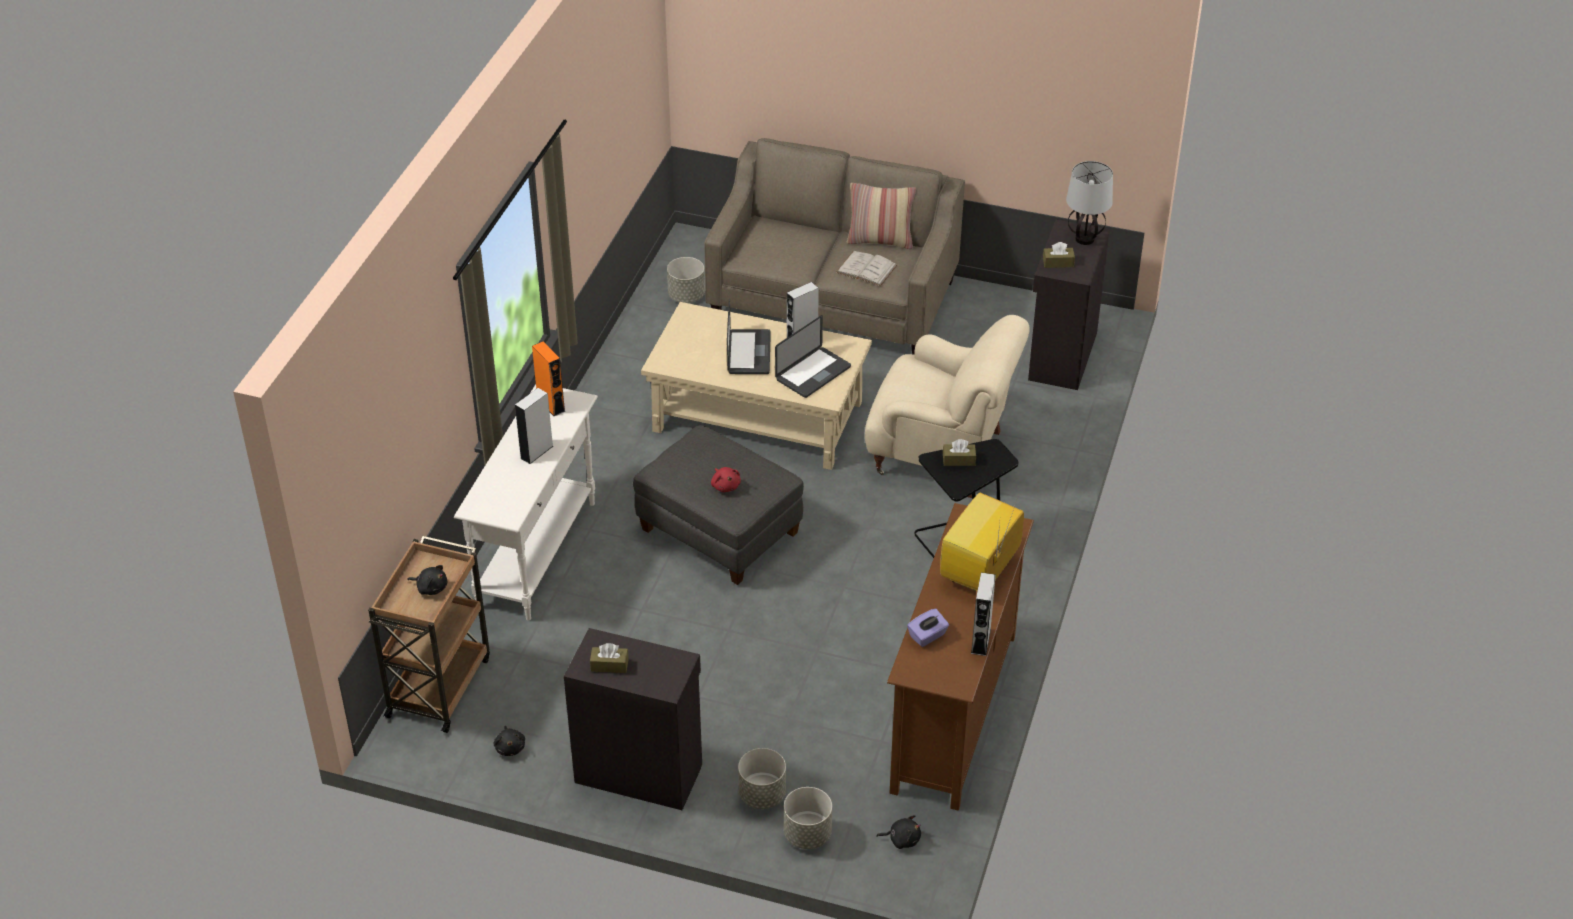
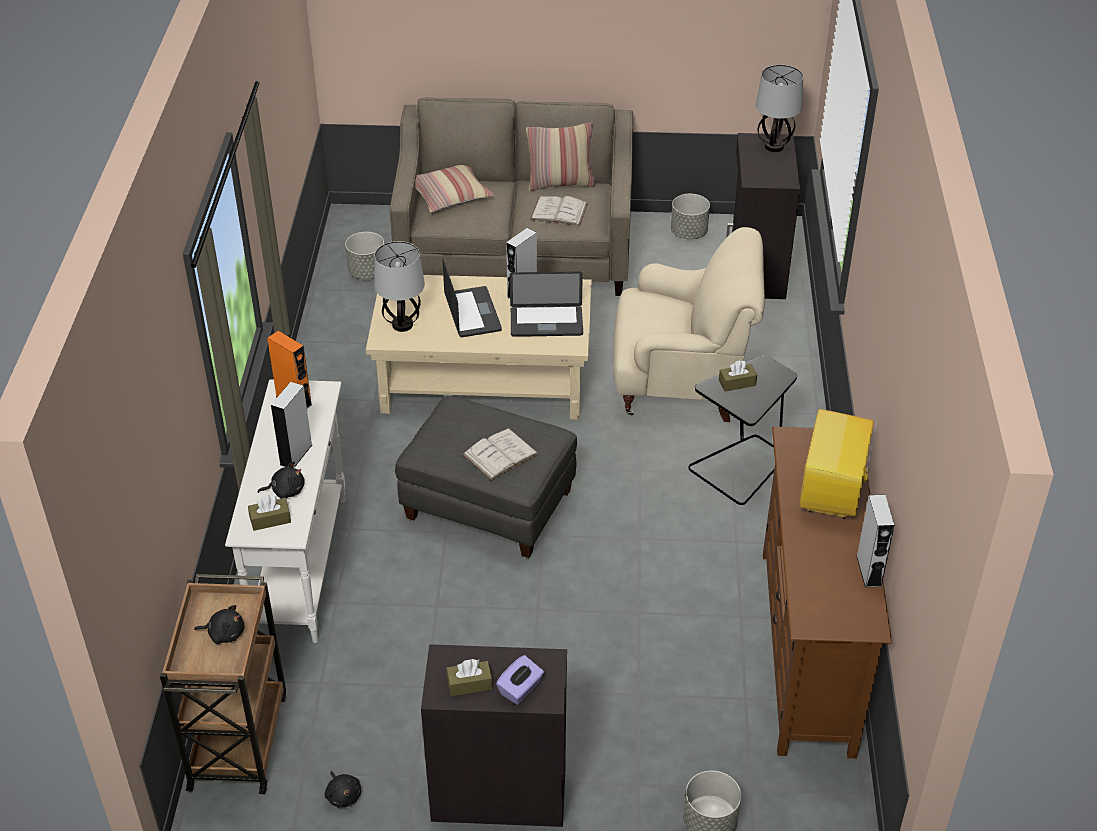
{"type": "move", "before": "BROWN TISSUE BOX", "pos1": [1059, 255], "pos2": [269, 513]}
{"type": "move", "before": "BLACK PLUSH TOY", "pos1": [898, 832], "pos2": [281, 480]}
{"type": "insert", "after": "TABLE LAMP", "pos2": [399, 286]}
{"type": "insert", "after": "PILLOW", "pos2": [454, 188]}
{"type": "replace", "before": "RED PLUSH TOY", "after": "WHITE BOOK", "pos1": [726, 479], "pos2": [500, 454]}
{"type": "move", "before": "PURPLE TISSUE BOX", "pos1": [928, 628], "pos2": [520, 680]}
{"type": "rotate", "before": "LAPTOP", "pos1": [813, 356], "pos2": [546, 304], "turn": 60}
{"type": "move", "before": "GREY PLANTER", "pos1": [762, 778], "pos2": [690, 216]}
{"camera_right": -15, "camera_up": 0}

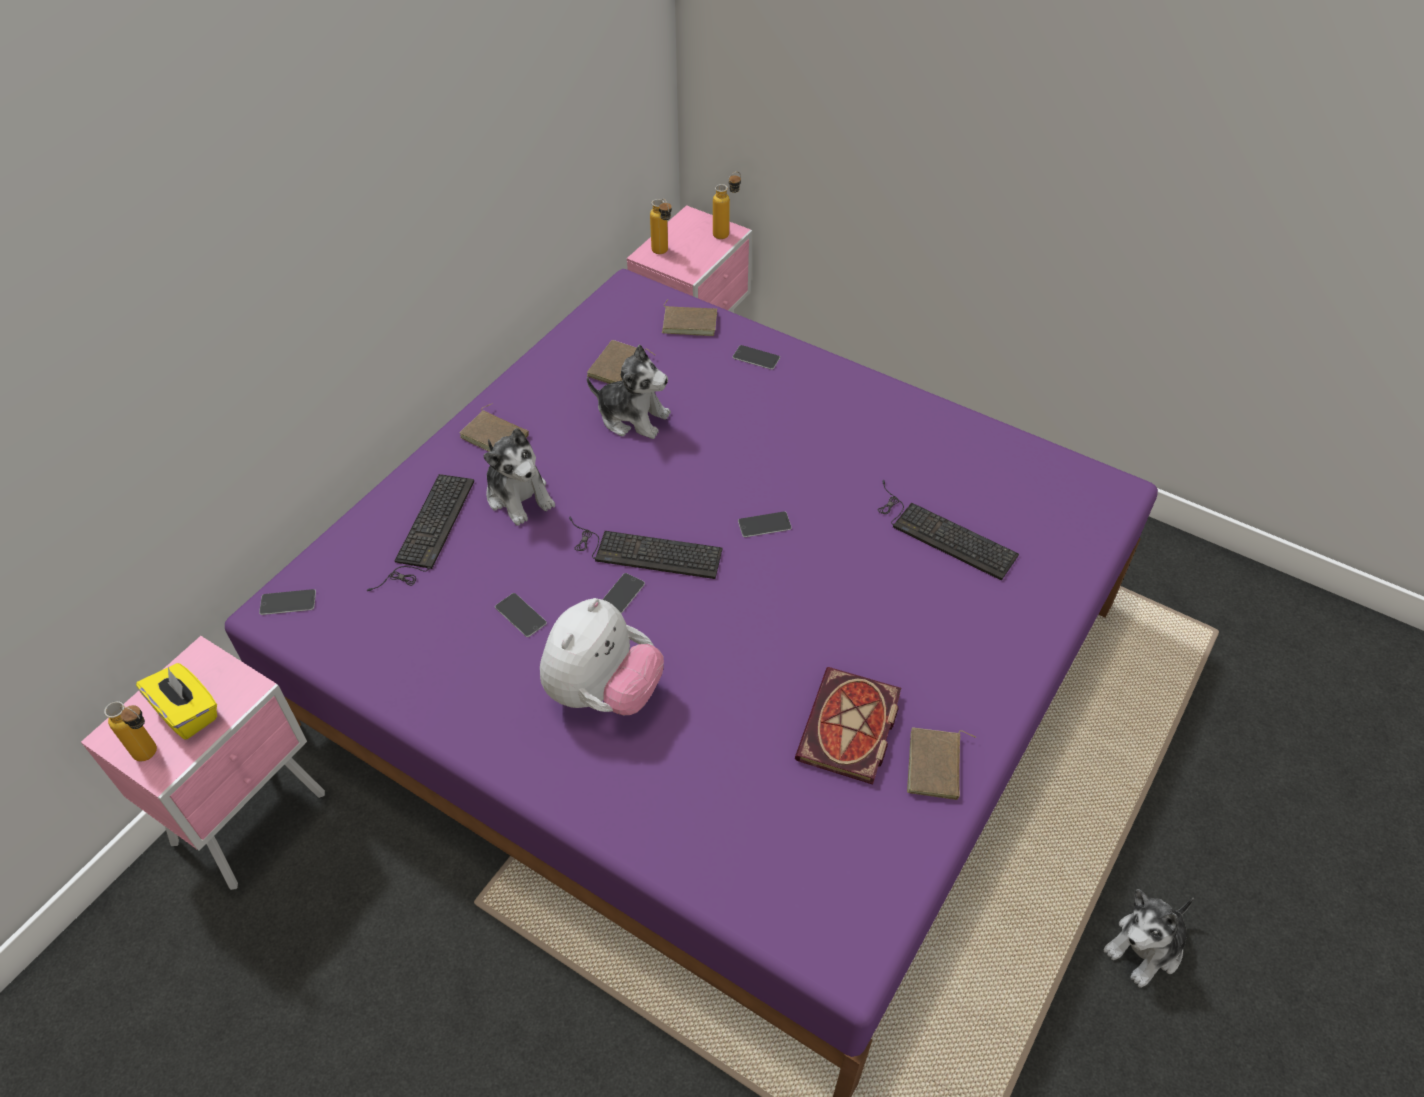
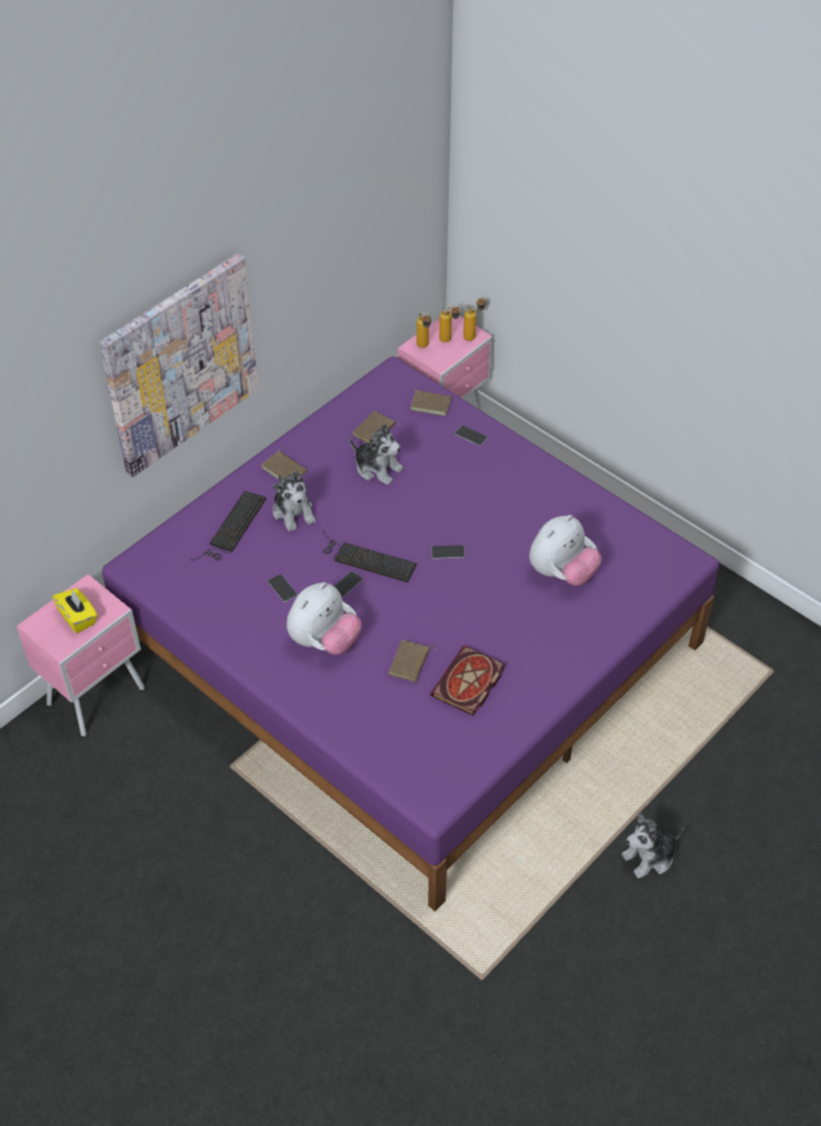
{"type": "insert", "after": "PICTURE", "pos2": [179, 365]}
{"type": "move", "before": "BROWN BOOK", "pos1": [941, 764], "pos2": [412, 661]}
{"type": "move", "before": "BOTTLE", "pos1": [130, 731], "pos2": [449, 323]}
{"type": "replace", "before": "KEYBOARD", "after": "PLUSH TOY", "pos1": [948, 530], "pos2": [565, 550]}
{"type": "delete", "before": "PHONE", "pos1": [287, 602]}
{"camera_right": 10, "camera_up": 0}

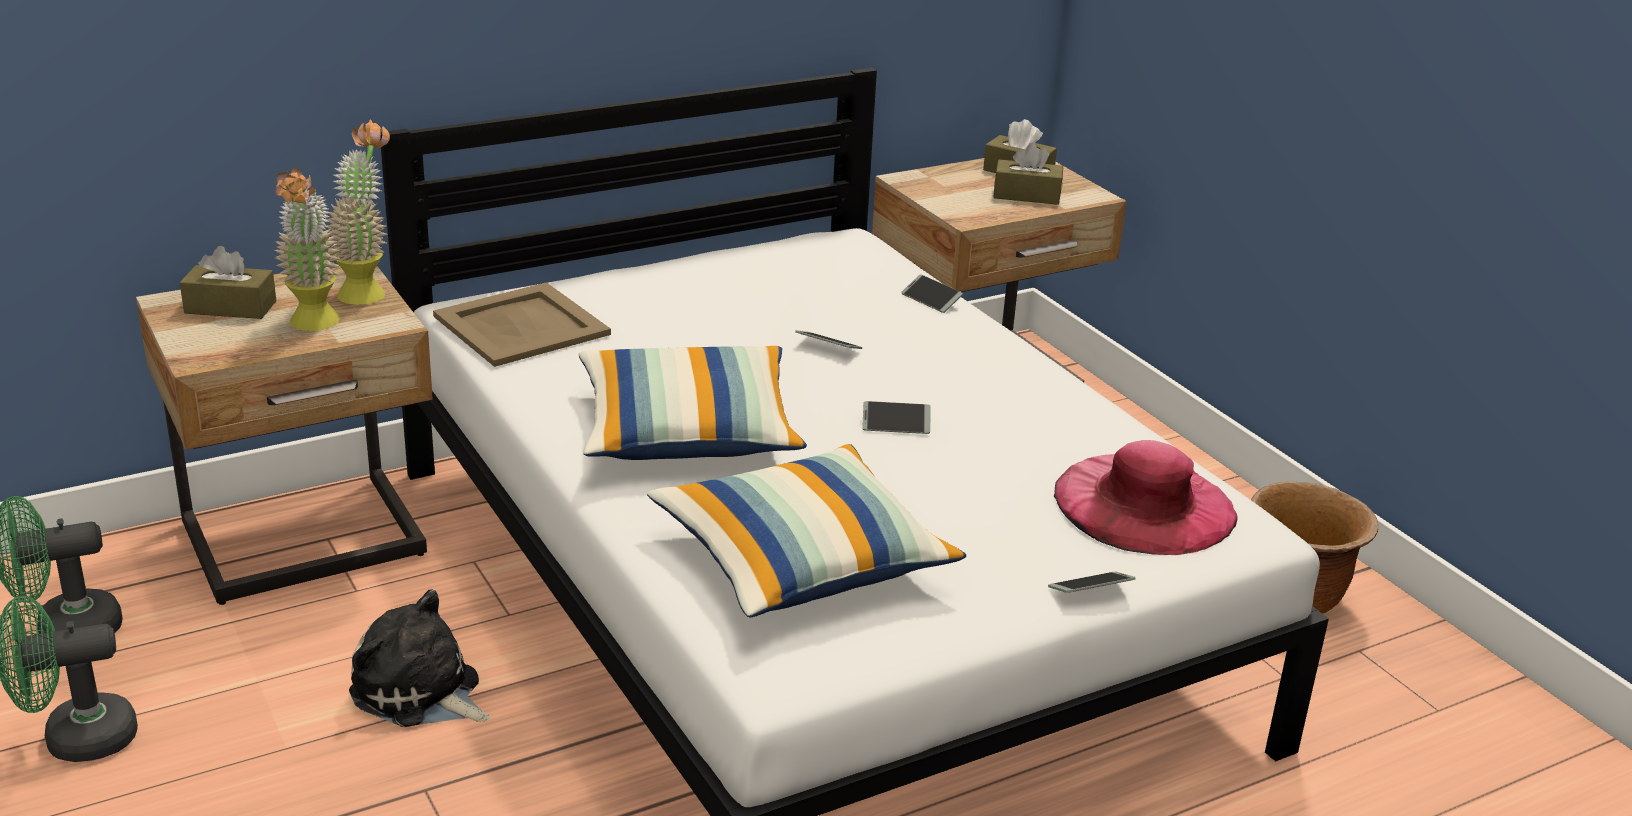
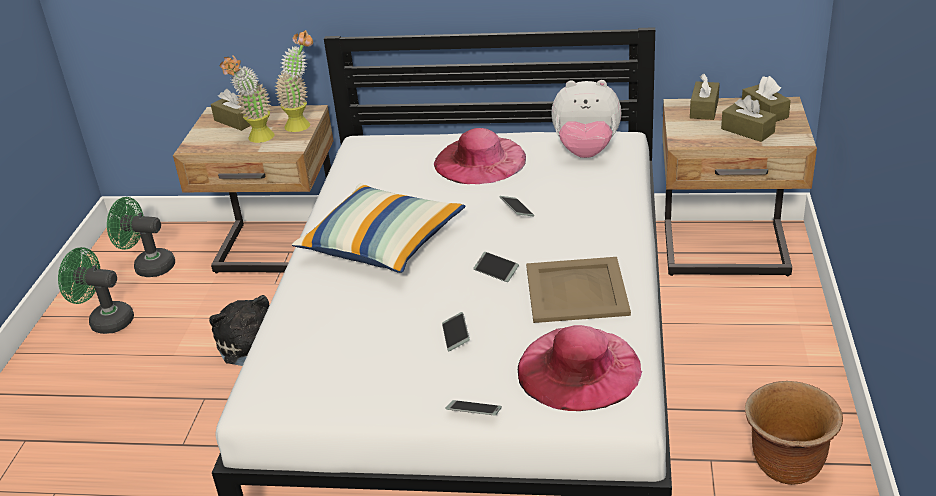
{"type": "insert", "after": "PINK HAT", "pos2": [480, 156]}
{"type": "move", "before": "PHONE", "pos1": [932, 293], "pos2": [455, 331]}
{"type": "move", "before": "BEIGE TRAY", "pos1": [522, 324], "pos2": [578, 290]}
{"type": "insert", "after": "PLUSH TOY", "pos2": [586, 119]}
{"type": "insert", "after": "BROWN TISSUE BOX", "pos2": [705, 97]}
{"type": "delete", "before": "PILLOW", "pos1": [806, 530]}
{"camera_right": 40, "camera_up": 5}

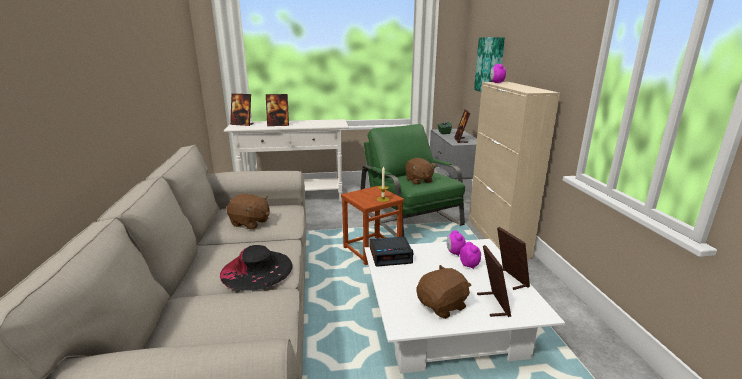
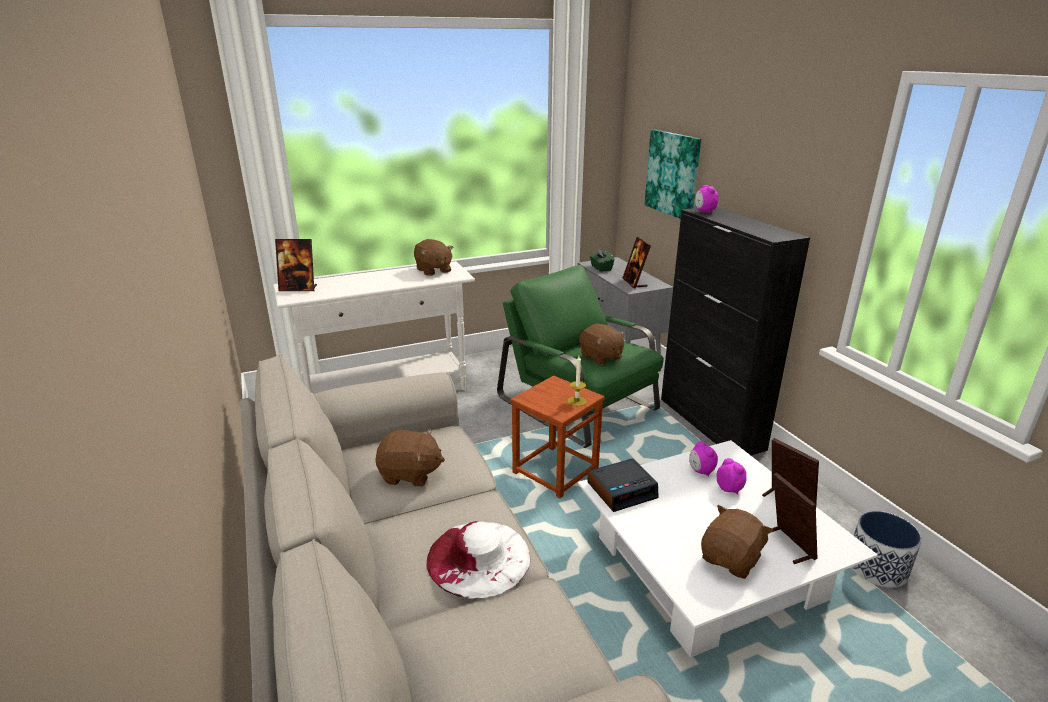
{"type": "insert", "after": "BROWN PLUSH TOY", "pos2": [433, 257]}
{"type": "recolor", "before": "BLACK HAT", "after": "WHITE HAT", "pos1": [256, 268], "pos2": [478, 559]}
{"type": "recolor", "before": "BEIGE CABINET", "after": "BLACK CABINET", "pos1": [514, 170], "pos2": [735, 331]}
{"type": "insert", "after": "PLANTER", "pos2": [886, 549]}
{"type": "delete", "before": "PICTURE FRAME", "pos1": [277, 110]}
{"camera_right": -15, "camera_up": 5}

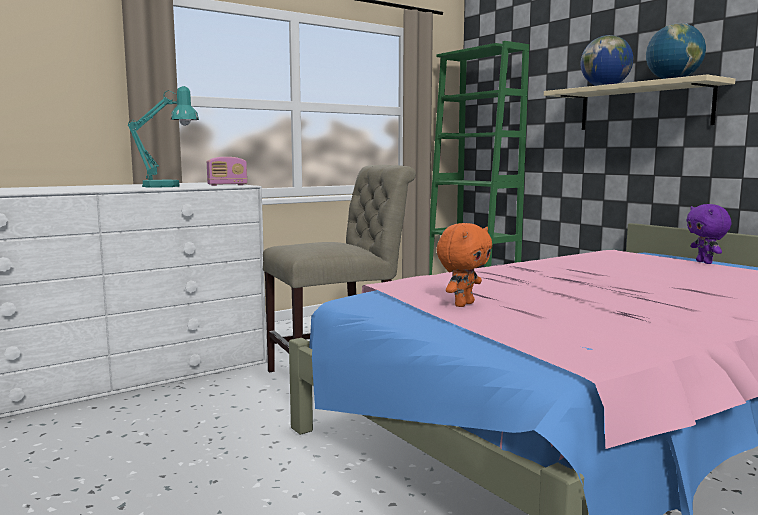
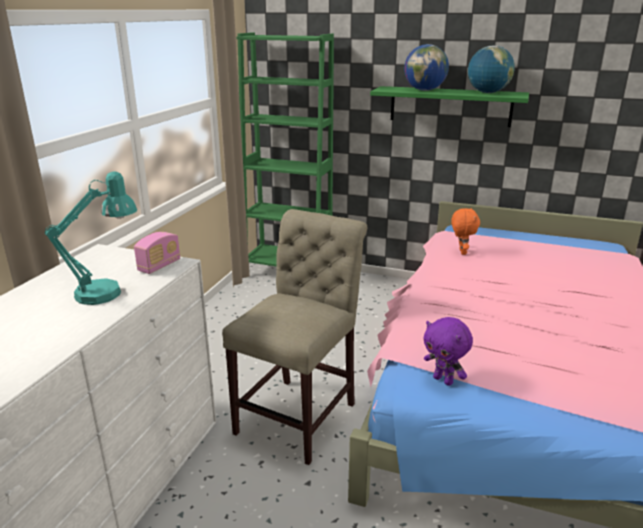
{"type": "recolor", "before": "BEIGE SHELF", "after": "GREEN SHELF", "pos1": [639, 102], "pos2": [449, 106]}
{"type": "move", "before": "PURPLE PLUSH TOY", "pos1": [708, 234], "pos2": [448, 351]}
{"type": "move", "before": "ORANGE PLUSH TOY", "pos1": [464, 265], "pos2": [465, 231]}
{"camera_right": -35, "camera_up": 15}

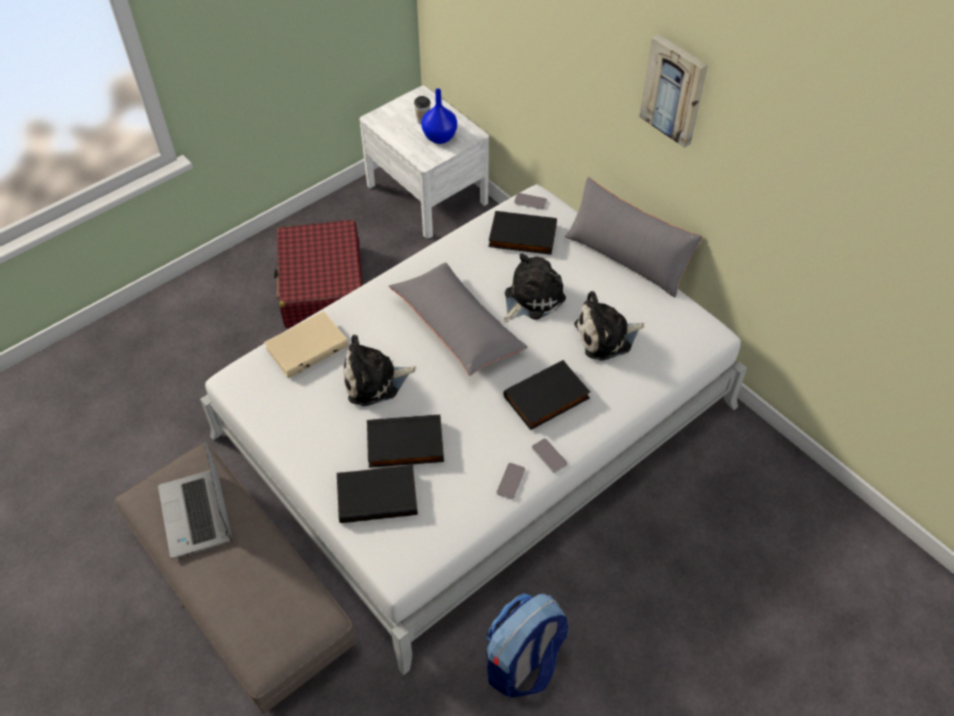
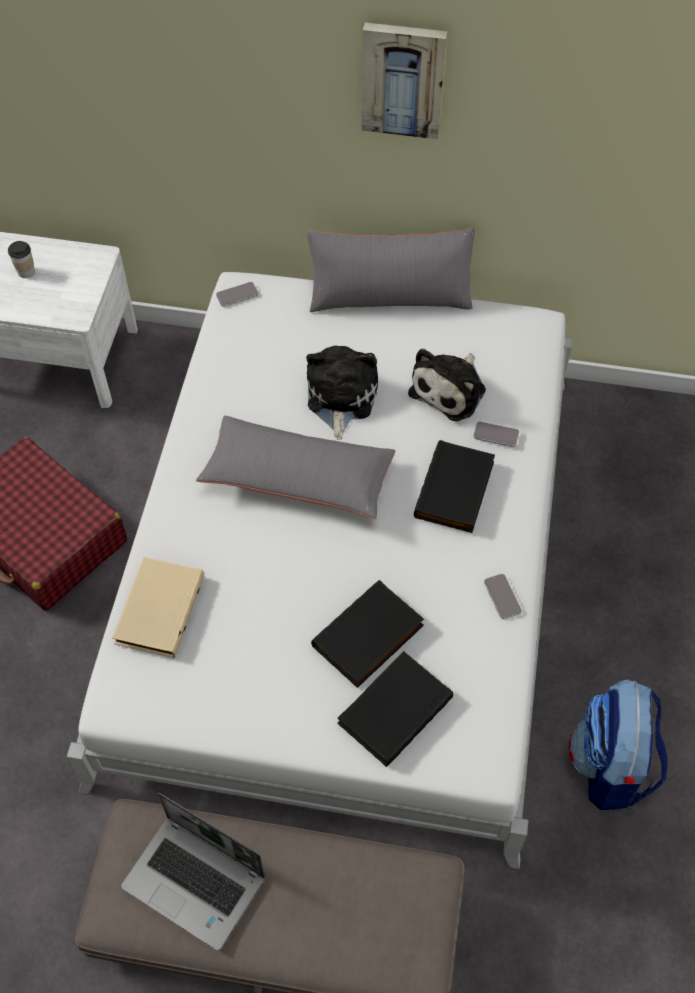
{"type": "move", "before": "PHONE", "pos1": [549, 455], "pos2": [496, 434]}
{"type": "delete", "before": "PLUSH TOY", "pos1": [379, 370]}
{"type": "delete", "before": "BLUE VASE", "pos1": [439, 116]}
{"type": "delete", "before": "BLACK BOOK", "pos1": [522, 233]}
{"camera_right": -40, "camera_up": 5}

